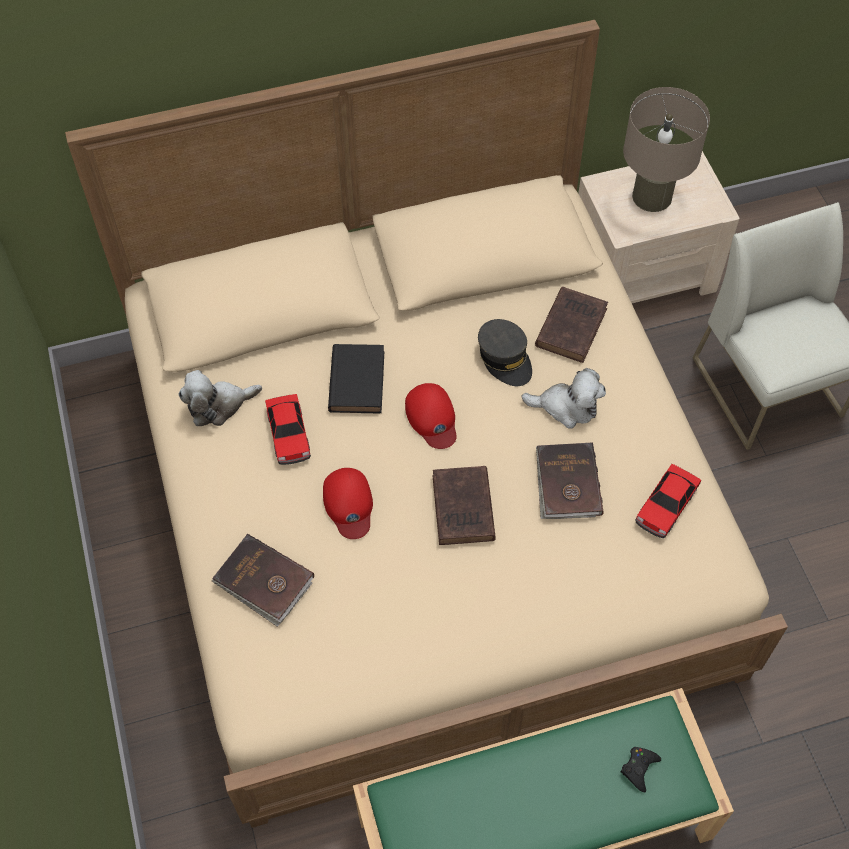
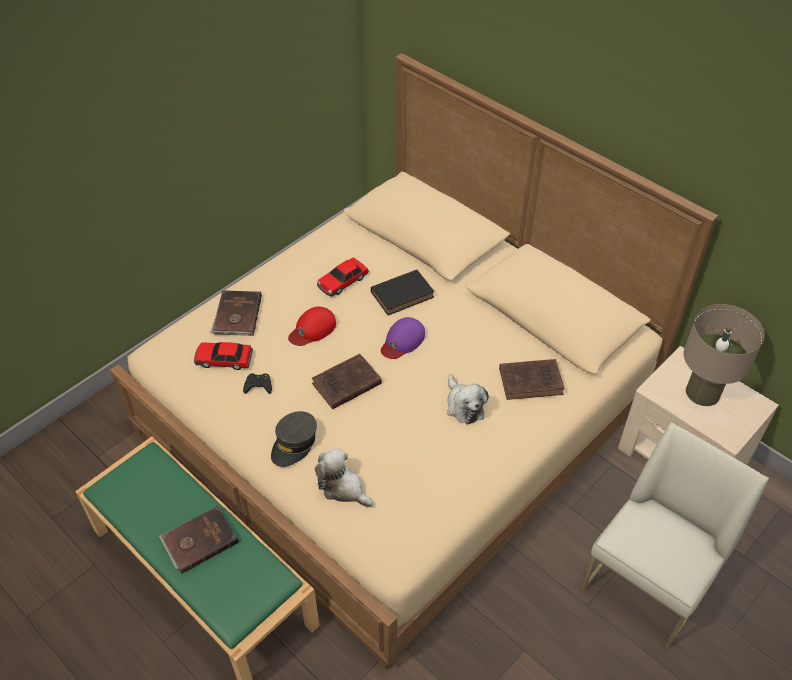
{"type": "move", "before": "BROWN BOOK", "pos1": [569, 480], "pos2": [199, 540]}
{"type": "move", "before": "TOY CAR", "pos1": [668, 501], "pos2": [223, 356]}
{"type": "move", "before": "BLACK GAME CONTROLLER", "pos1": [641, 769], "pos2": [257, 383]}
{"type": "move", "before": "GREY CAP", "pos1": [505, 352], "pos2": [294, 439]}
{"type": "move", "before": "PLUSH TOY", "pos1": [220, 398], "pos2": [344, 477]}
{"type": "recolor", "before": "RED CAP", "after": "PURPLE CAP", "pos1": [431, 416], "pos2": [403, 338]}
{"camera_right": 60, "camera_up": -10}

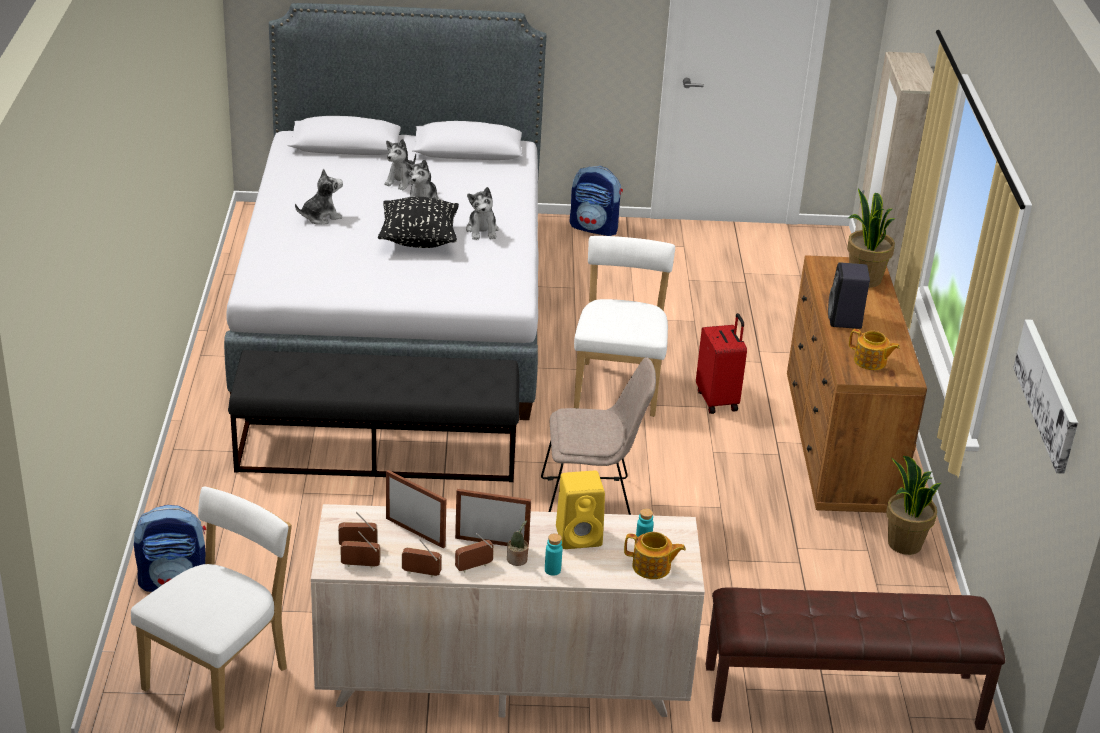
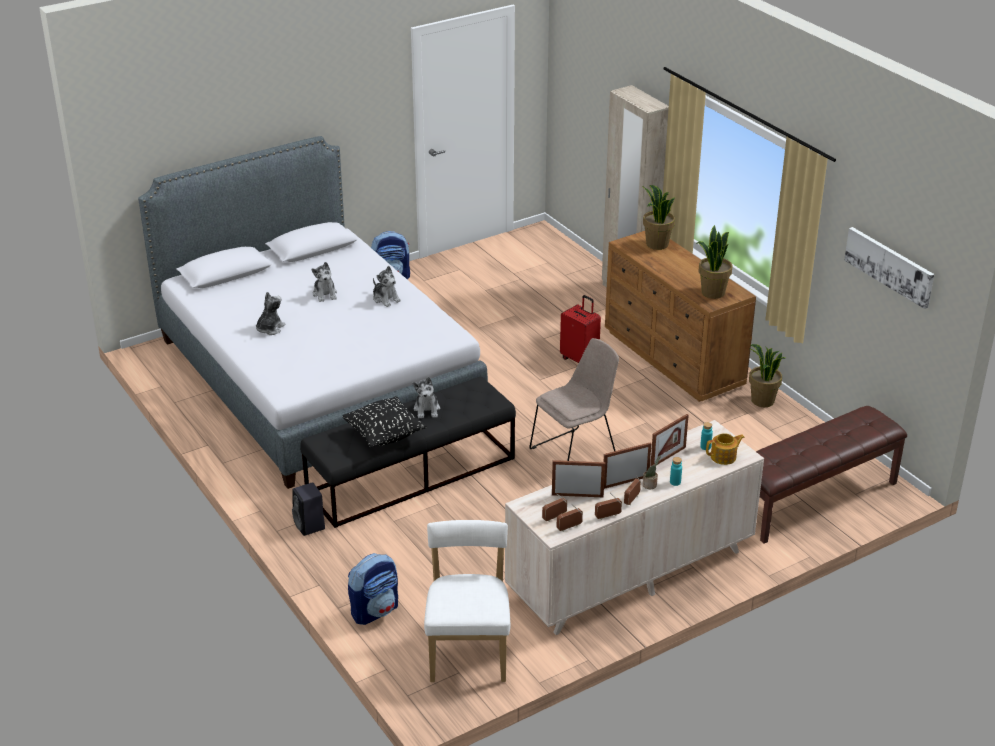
{"type": "move", "before": "BLACK SPEAKER", "pos1": [849, 295], "pos2": [308, 509]}
{"type": "move", "before": "BLACK PILLOW", "pos1": [418, 222], "pos2": [384, 422]}
{"type": "move", "before": "PLUSH TOY", "pos1": [400, 164], "pos2": [426, 397]}
{"type": "replace", "before": "YELLOW SPEAKER", "after": "PICTURE FRAME", "pos1": [580, 510], "pos2": [669, 440]}
{"type": "replace", "before": "TEAPOT", "after": "POTTED PLANT", "pos1": [874, 349], "pos2": [714, 262]}
{"type": "delete", "before": "WHITE CHAIR", "pos1": [624, 326]}
{"camera_right": -30, "camera_up": 0}

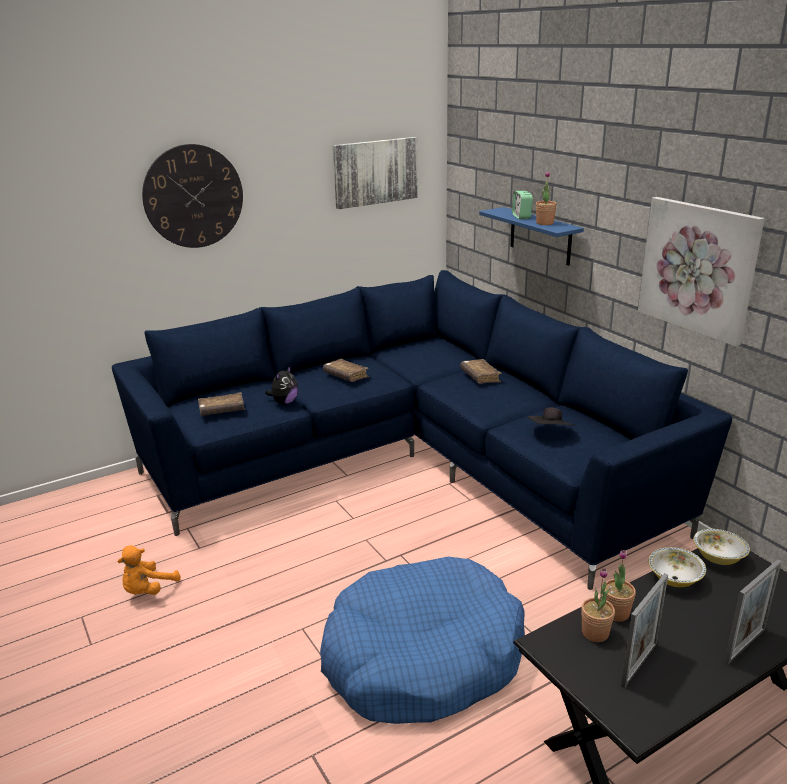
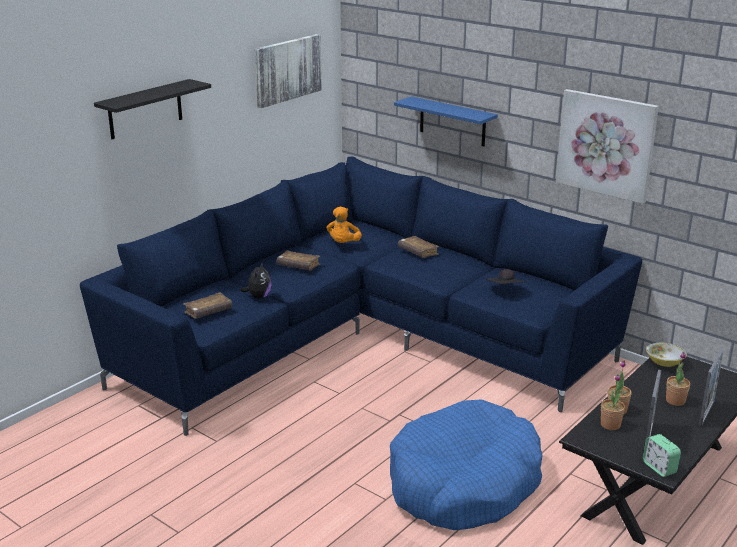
{"type": "replace", "before": "WALL CLOCK", "after": "BLACK SHELF", "pos1": [192, 196], "pos2": [152, 109]}
{"type": "move", "before": "ORANGE PLUSH TOY", "pos1": [149, 570], "pos2": [344, 225]}
{"type": "move", "before": "ALARM CLOCK", "pos1": [522, 205], "pos2": [662, 455]}
{"type": "move", "before": "POTTED PLANT", "pos1": [546, 198], "pos2": [678, 379]}
{"type": "delete", "before": "BOWL", "pos1": [677, 567]}
{"camera_right": -20, "camera_up": 0}

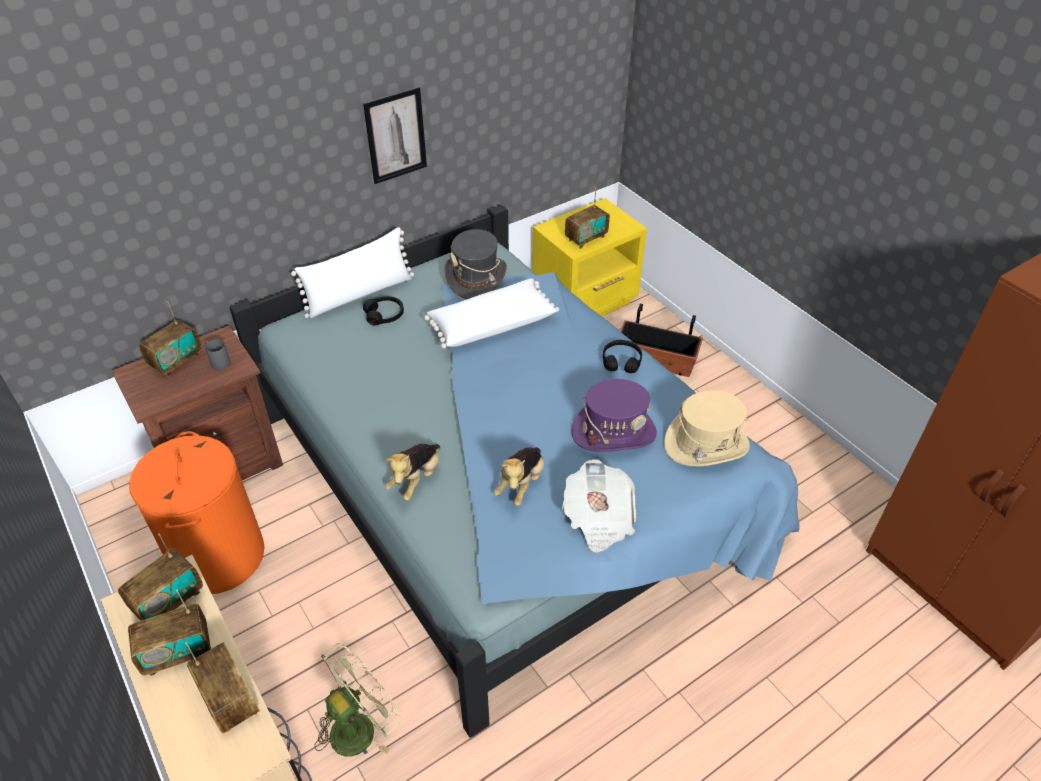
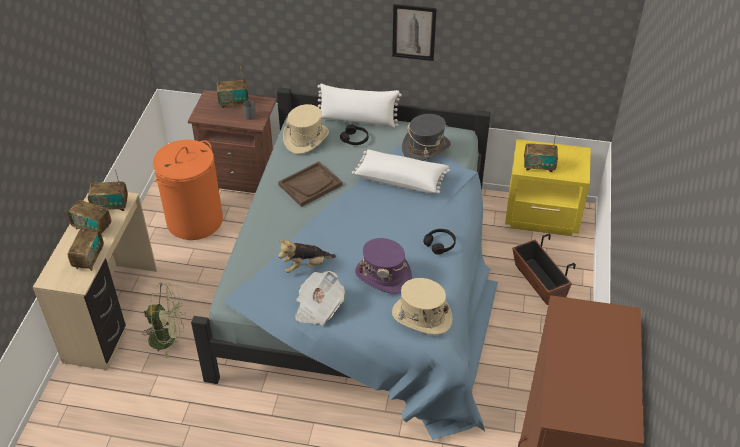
{"type": "insert", "after": "BROWN TRAY", "pos2": [310, 184]}
{"type": "insert", "after": "BEIGE HAT", "pos2": [306, 129]}
{"type": "delete", "before": "PLUSH TOY", "pos1": [412, 472]}
{"camera_right": 45, "camera_up": 0}

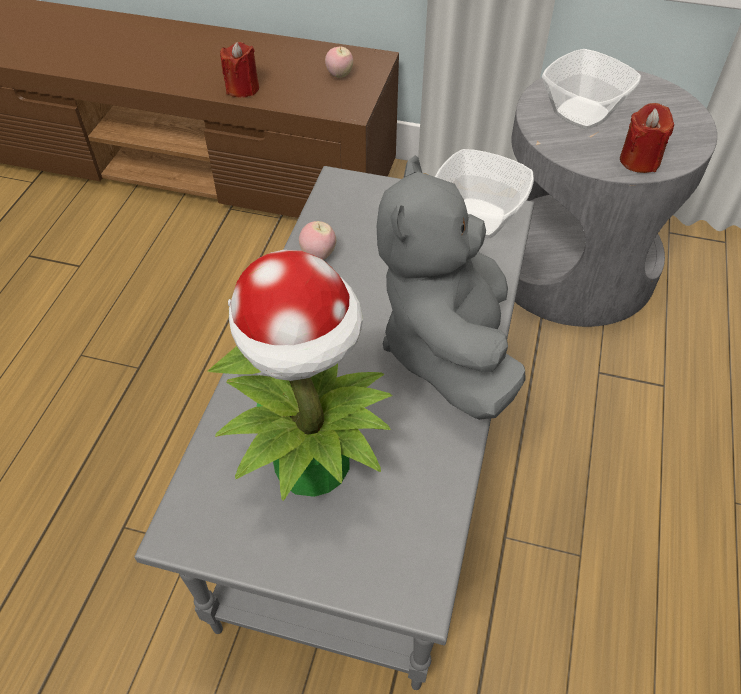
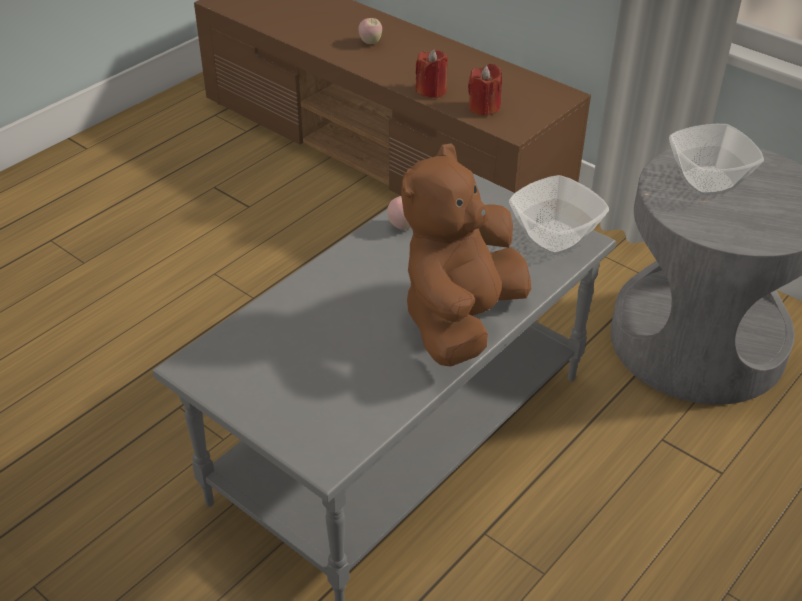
{"type": "move", "before": "APPLE", "pos1": [339, 62], "pos2": [370, 31]}
{"type": "recolor", "before": "GREY PLUSH TOY", "after": "BROWN PLUSH TOY", "pos1": [451, 287], "pos2": [466, 255]}
{"type": "move", "before": "RED CANDLE", "pos1": [647, 138], "pos2": [485, 90]}
{"type": "delete", "before": "POTTED PLANT", "pos1": [300, 375]}
{"camera_right": 25, "camera_up": -10}

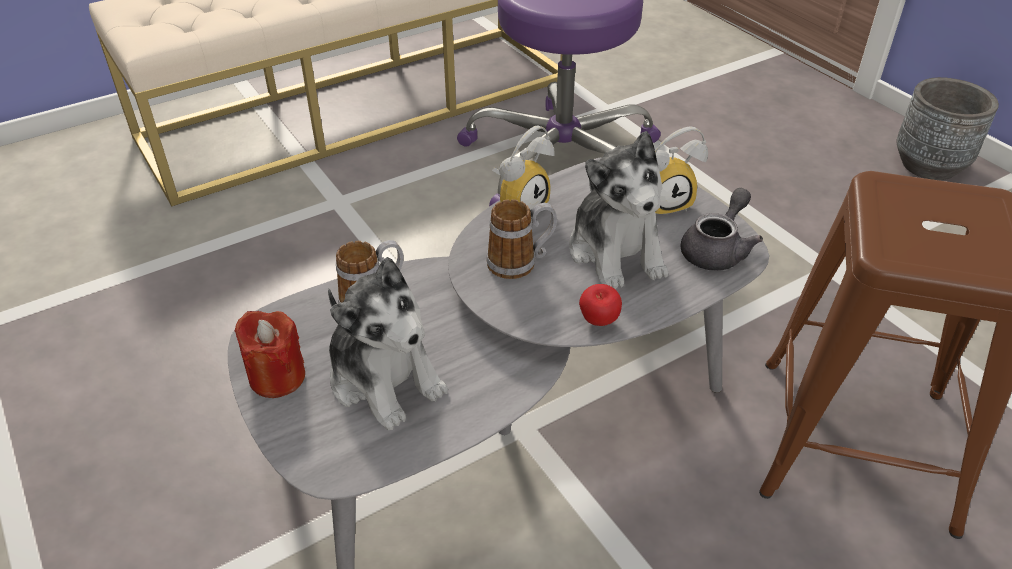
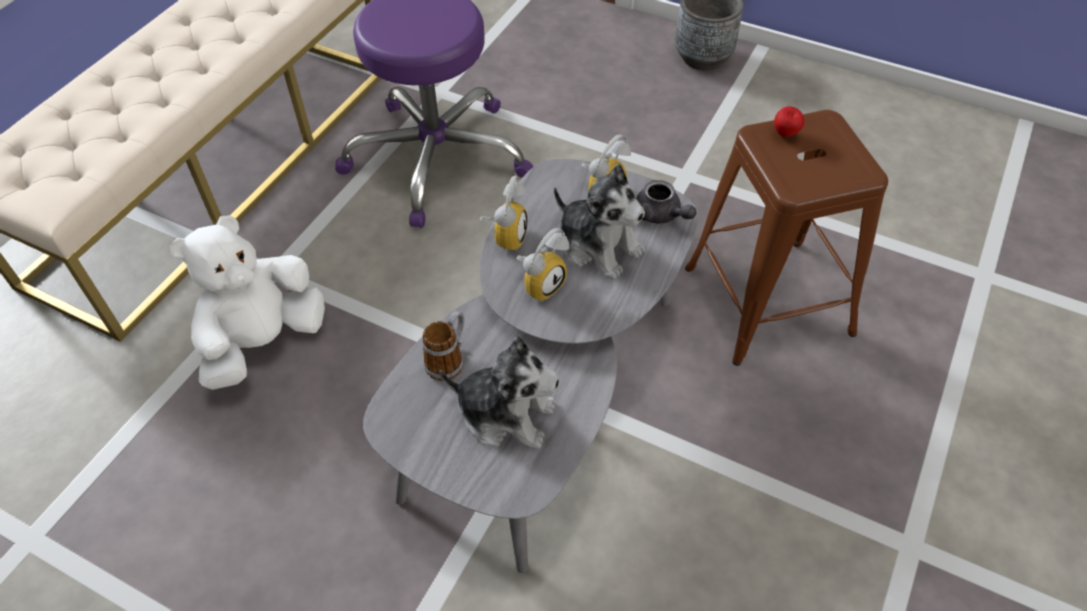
{"type": "insert", "after": "WHITE PLUSH TOY", "pos2": [247, 302]}
{"type": "replace", "before": "MUG", "after": "ALARM CLOCK", "pos1": [521, 239], "pos2": [543, 265]}
{"type": "rotate", "before": "GREY TEAPOT", "pos1": [721, 229], "pos2": [666, 202], "turn": 135}
{"type": "move", "before": "APPLE", "pos1": [600, 305], "pos2": [789, 121]}
{"type": "delete", "before": "RED CANDLE", "pos1": [270, 354]}
{"camera_right": -30, "camera_up": 10}

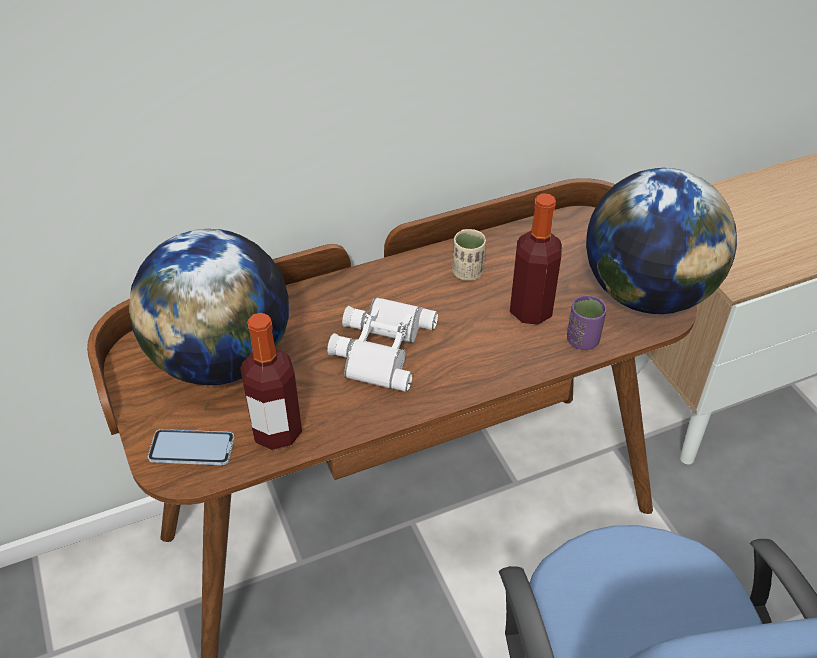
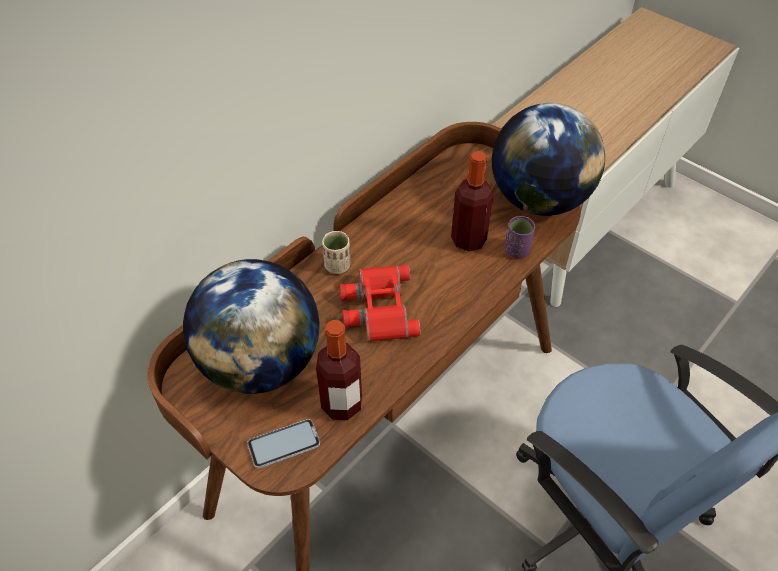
{"type": "move", "before": "BEIGE CUP", "pos1": [469, 255], "pos2": [336, 252]}
{"type": "recolor", "before": "WHITE BINOCULARS", "after": "RED BINOCULARS", "pos1": [382, 344], "pos2": [380, 303]}
{"camera_right": -25, "camera_up": 5}

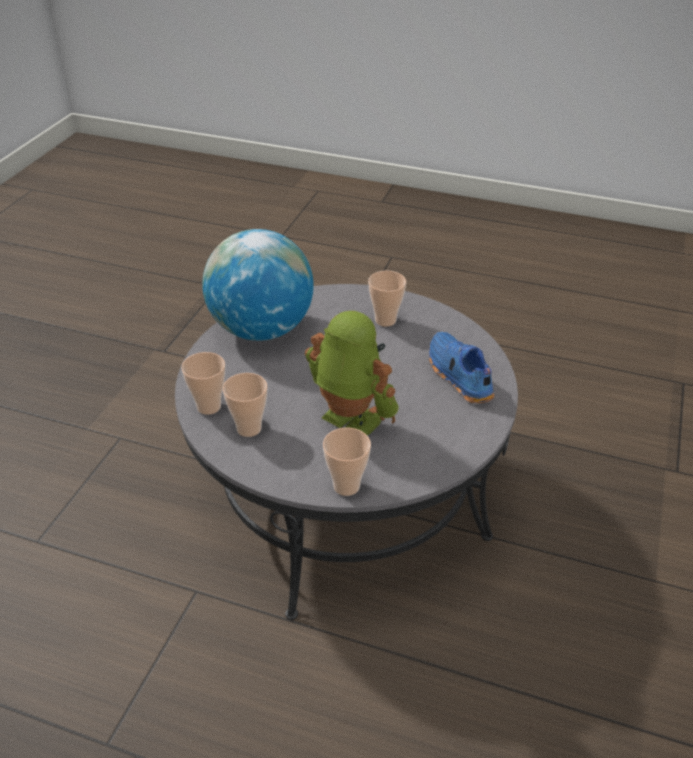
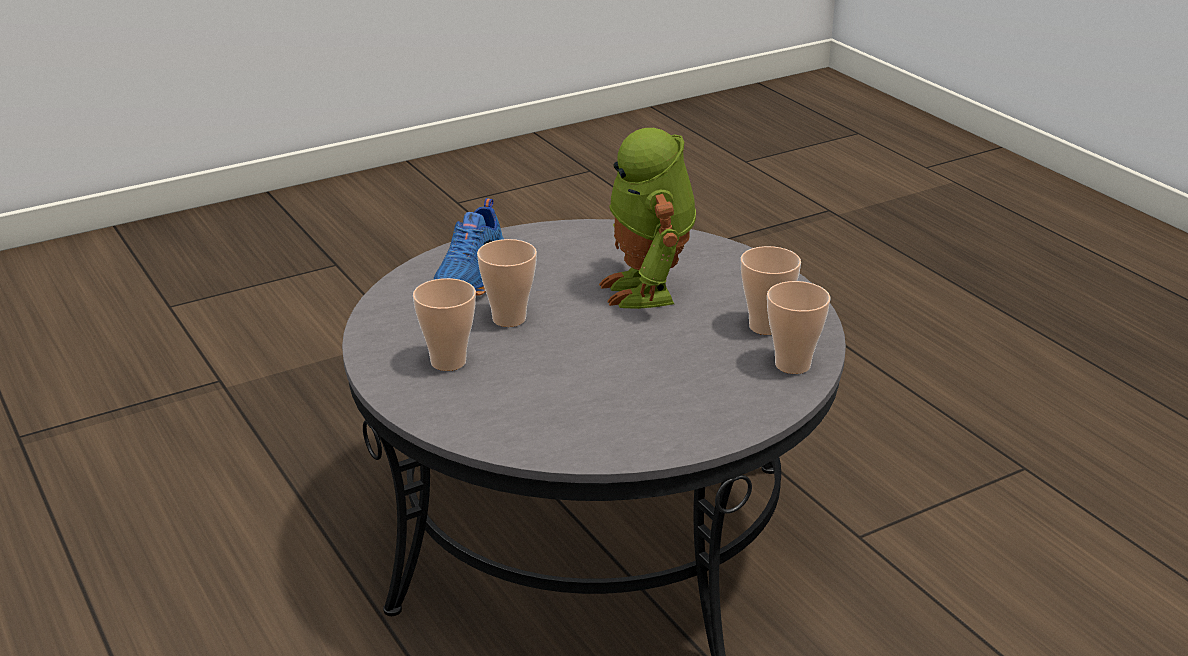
{"type": "move", "before": "CUP", "pos1": [347, 461], "pos2": [507, 283]}
{"type": "delete", "before": "GLOBE", "pos1": [258, 285]}
{"camera_right": -140, "camera_up": -10}

